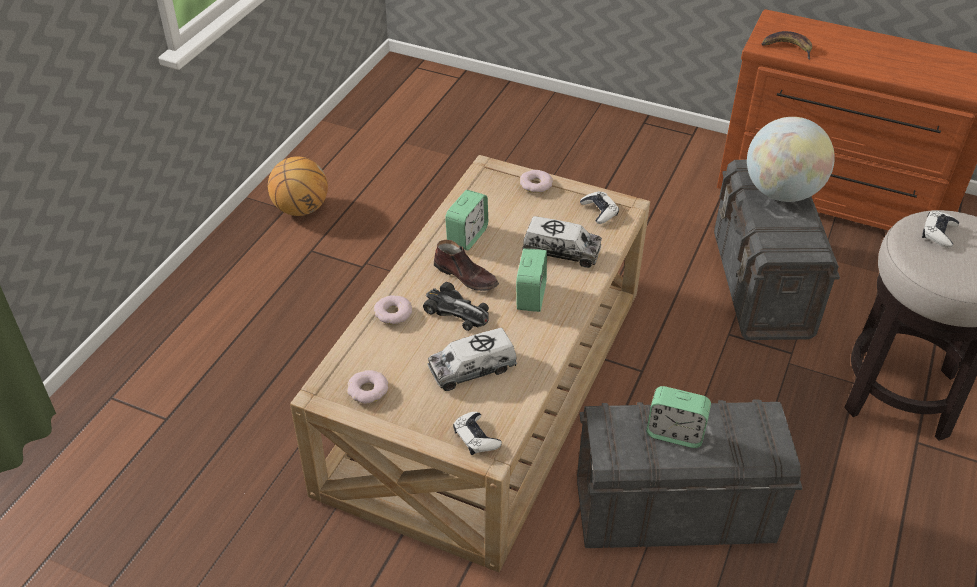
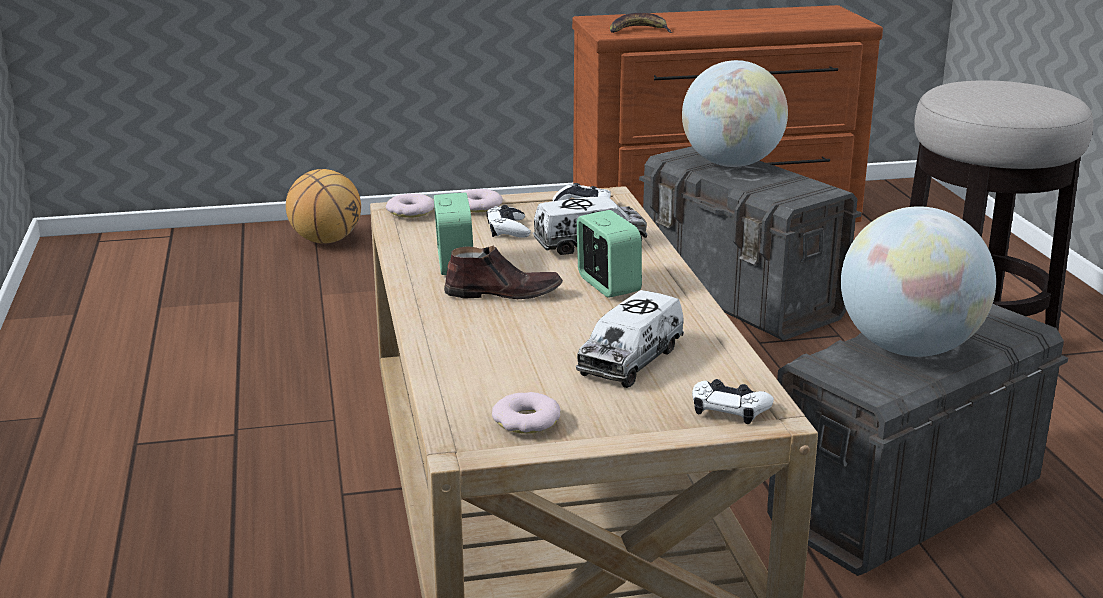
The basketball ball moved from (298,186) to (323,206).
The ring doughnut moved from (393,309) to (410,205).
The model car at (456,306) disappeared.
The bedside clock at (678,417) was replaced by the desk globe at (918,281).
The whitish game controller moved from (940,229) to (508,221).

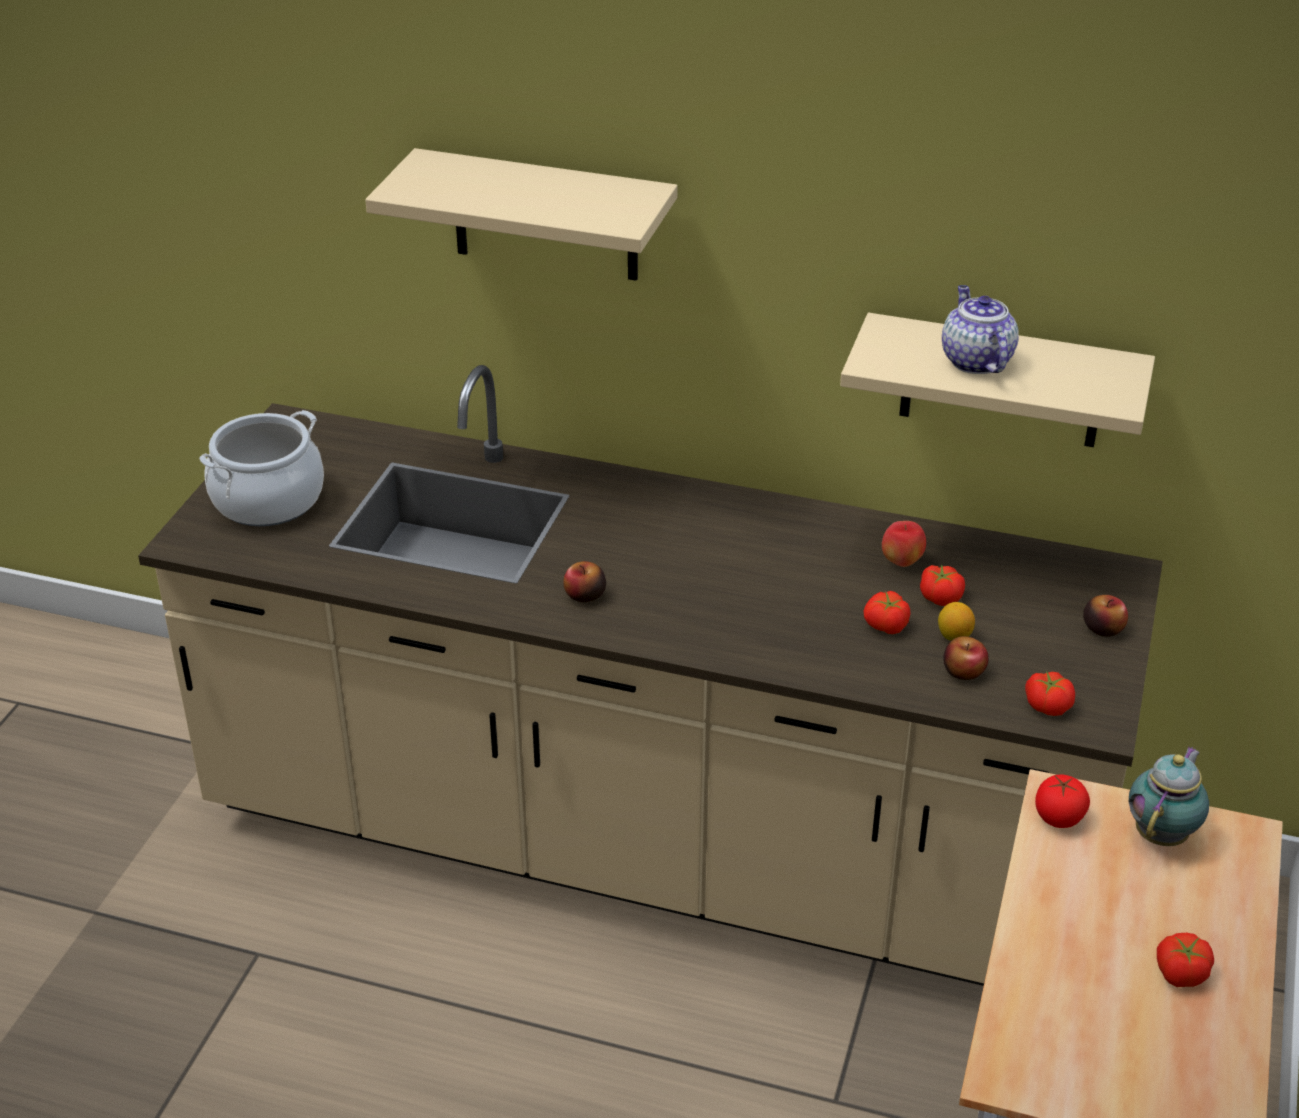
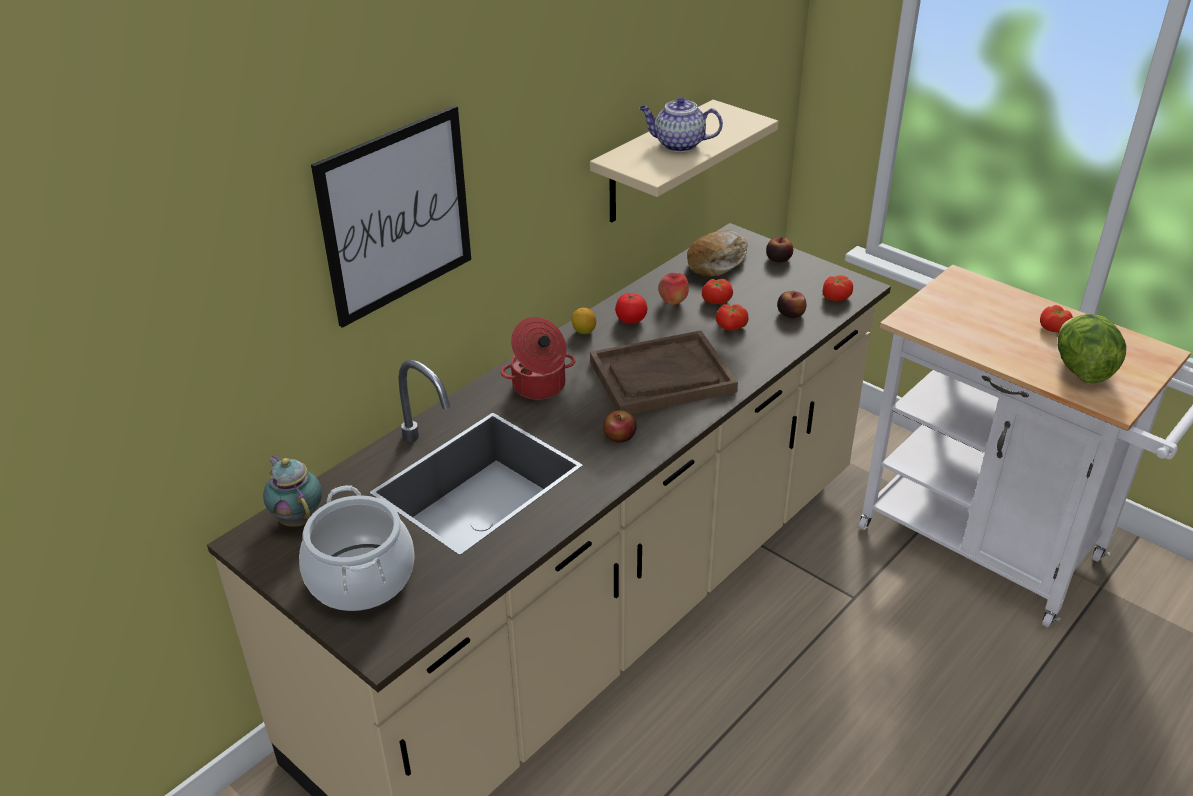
The sand-coloured shelf at (521,214) was replaced by the wall art at (391,216).
The citrus fruit moved from (956,621) to (584,321).
The whole tomato moved from (1062,801) to (631,308).
The pot for tea moved from (1169,796) to (292,491).
The stockpot at (538,358) appeared.
The brown-coloured serving tray at (664,372) appeared.
The bread at (717,253) appeared.
The lettuce at (1092,349) appeared.

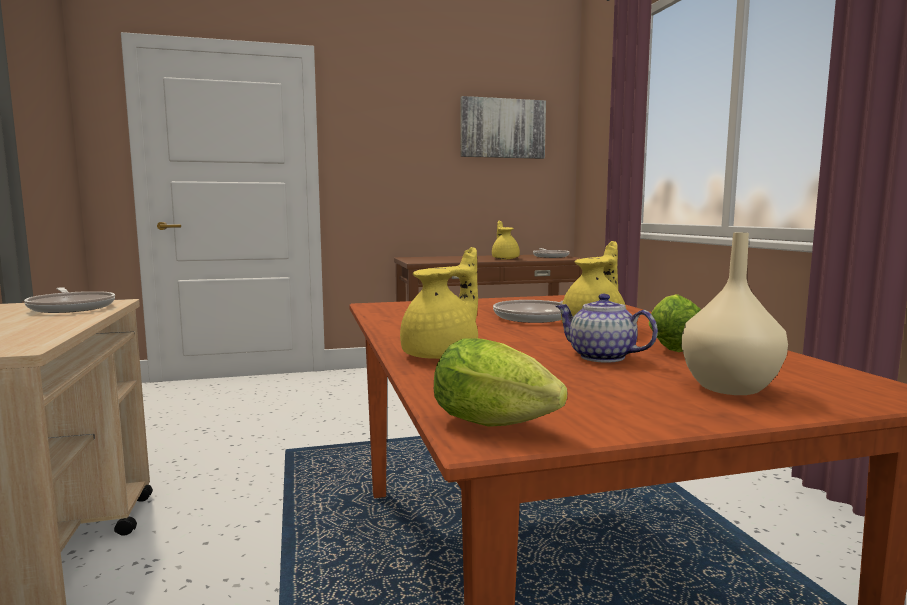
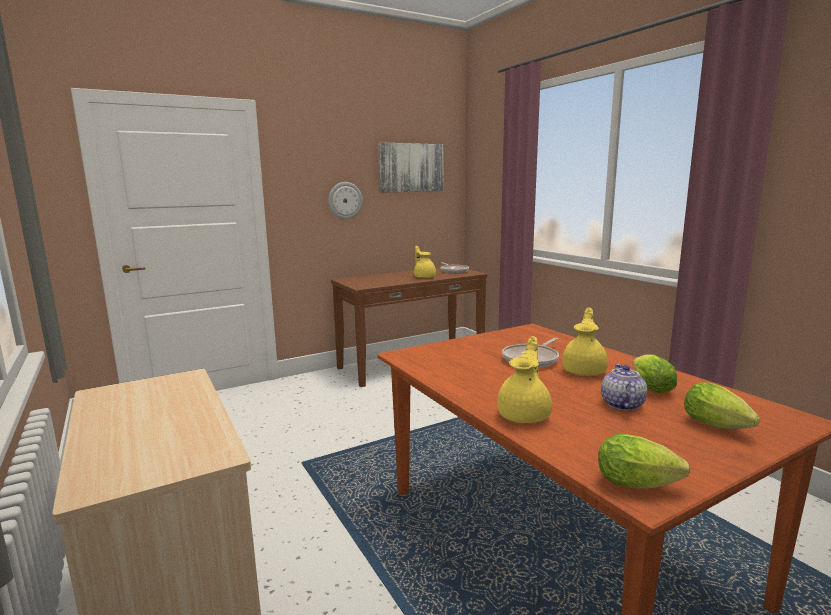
The pan at (69,300) disappeared.
The pot for tea at (607,328) turned 75 degrees clockwise.
The sand-coloured flower vase at (735,314) was replaced by the lettuce at (722,405).
The hanging clock at (345,201) appeared.

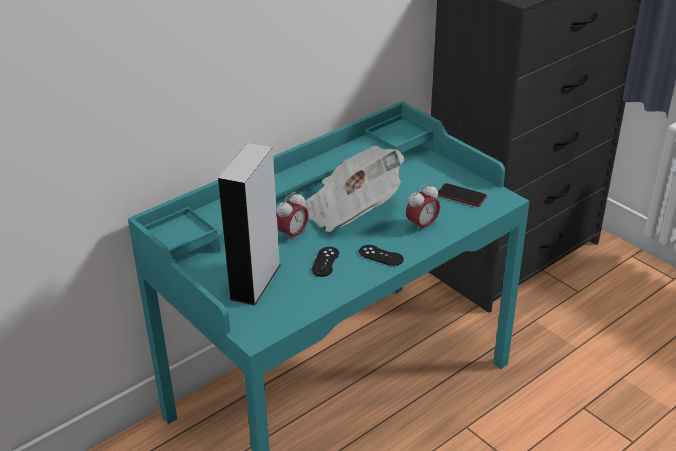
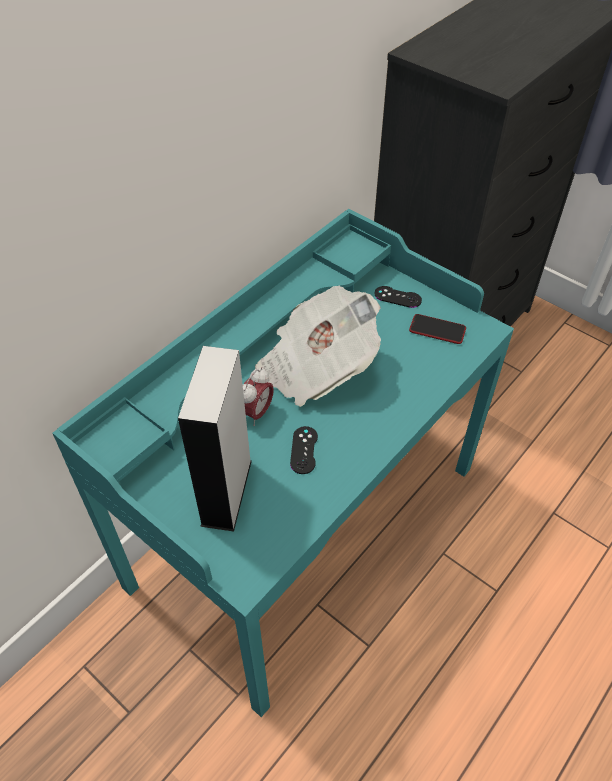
The black-coloured game controller moved from (381,255) to (398,297).
The bedside clock at (423,208) disappeared.

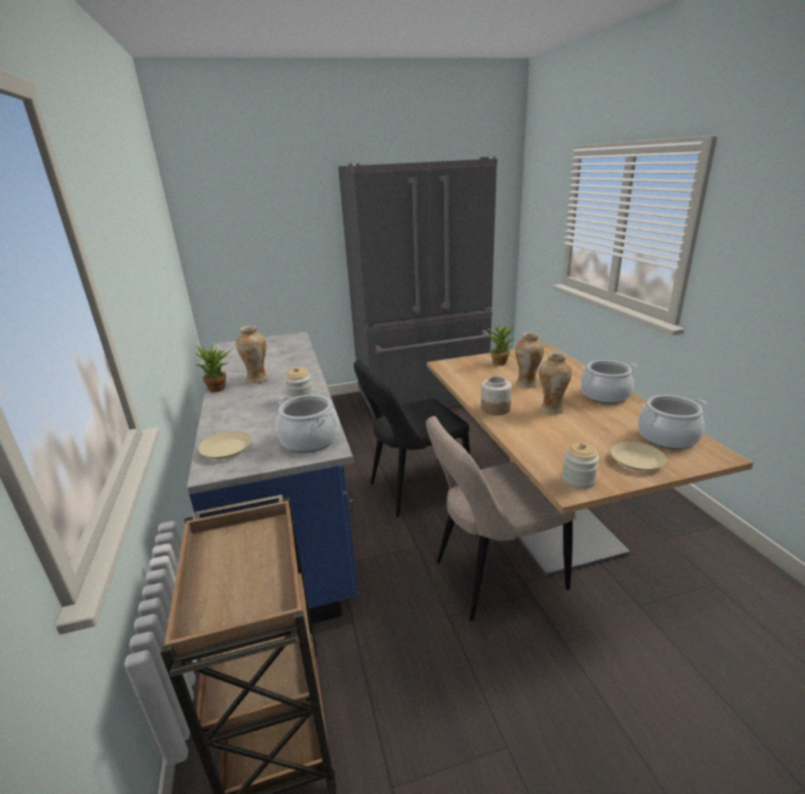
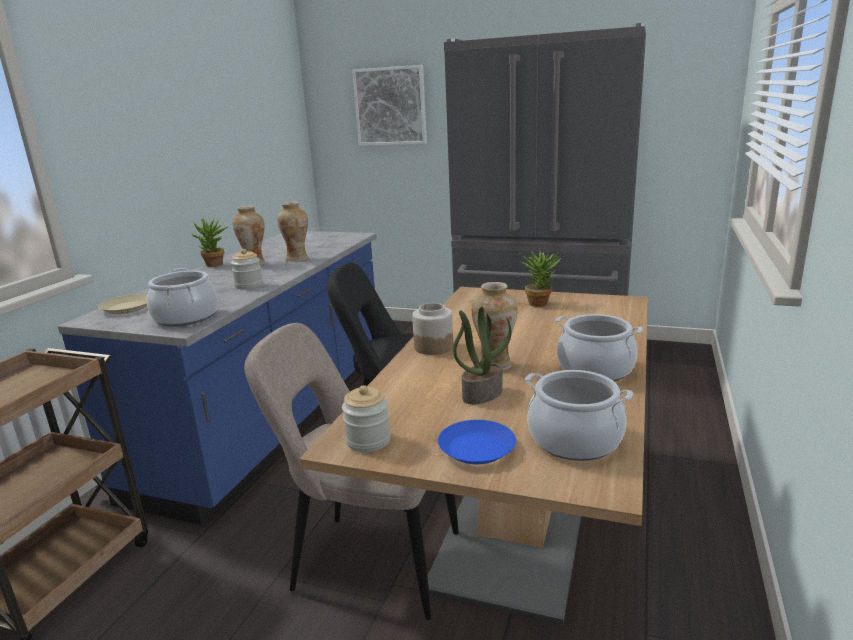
The flower vase moved from (529,360) to (292,232).
The sand-coloured flat dish at (638,456) became the blue flat dish at (477,442).
The wall art at (389,105) appeared.
The houseplant at (482,355) appeared.

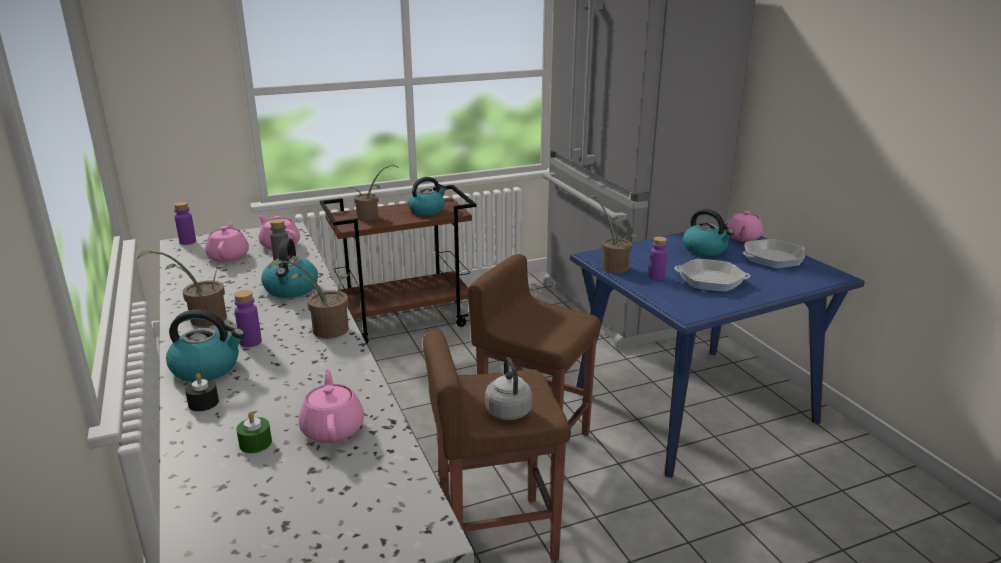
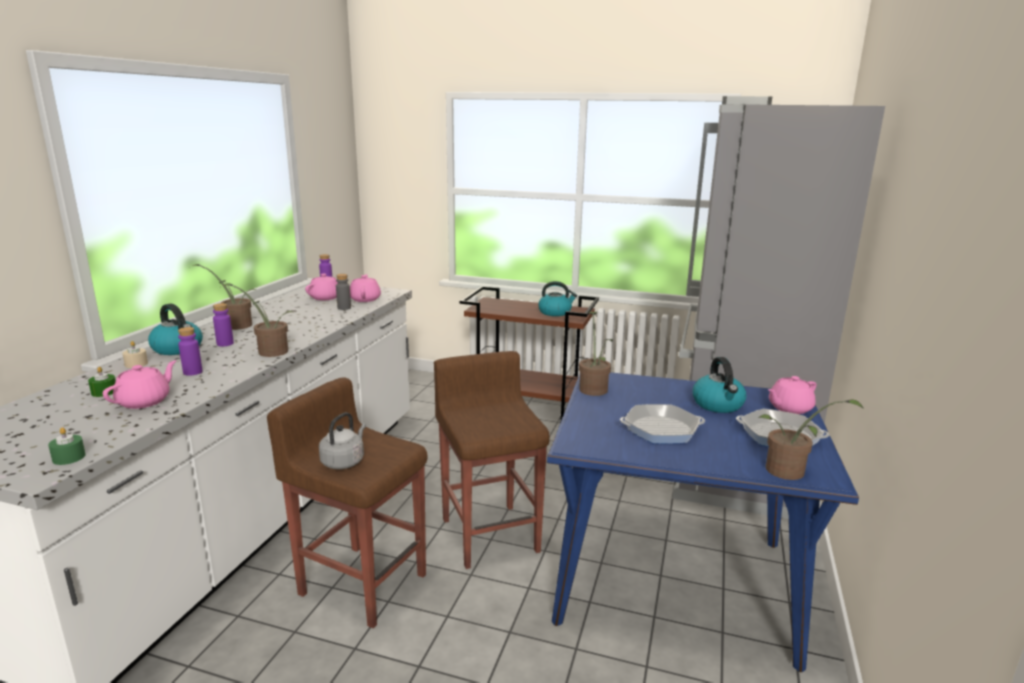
The black-coloured wax light at (202,392) became the sand-coloured wax light at (135,354).
The tea kettle at (289,268) disappeared.
The houseplant moved from (372,193) to (811,439).
The purple-coloured drink bottle moved from (658,258) to (190,351).
The pan at (712,275) turned 120 degrees clockwise.
The green wax light at (67,446) appeared.

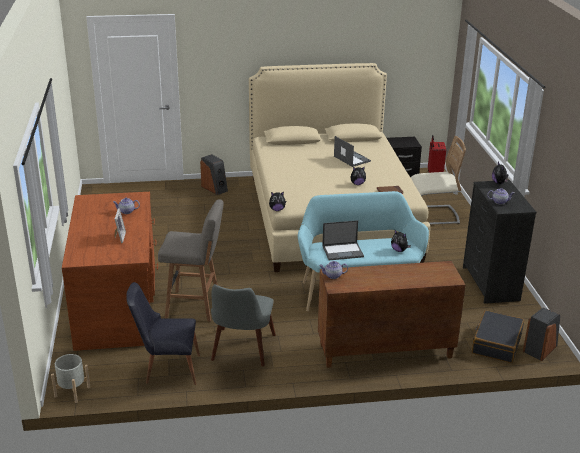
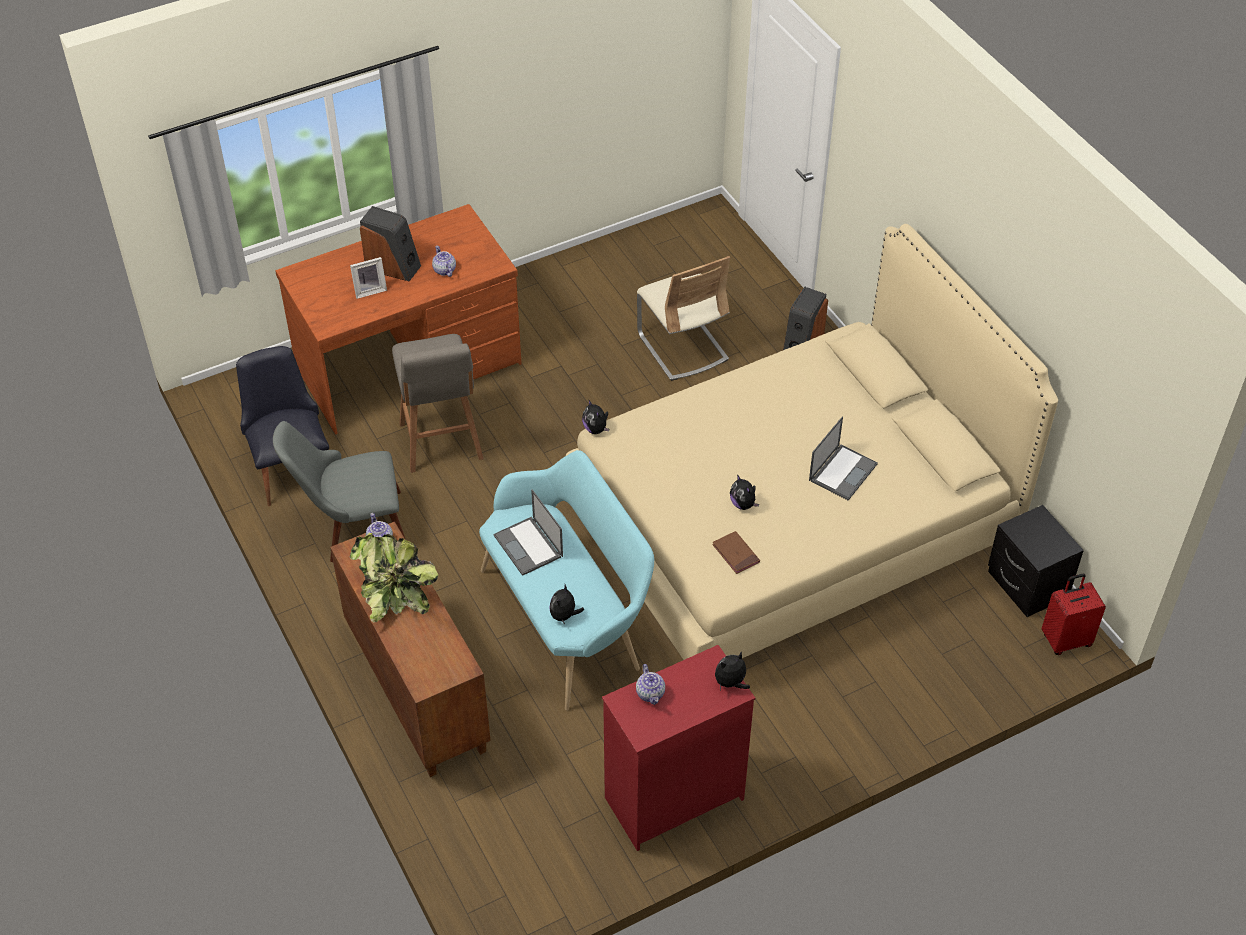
The grey planter at (70,378) disappeared.
The sand-coloured upright chair moved from (438,180) to (683,318).
The black-coloured dresser at (499,242) became the red dresser at (678,748).
The black-coloured suitcase at (498,336) disappeared.
The audio speaker moved from (541,334) to (390,243).
The houseplant at (394,577) appeared.

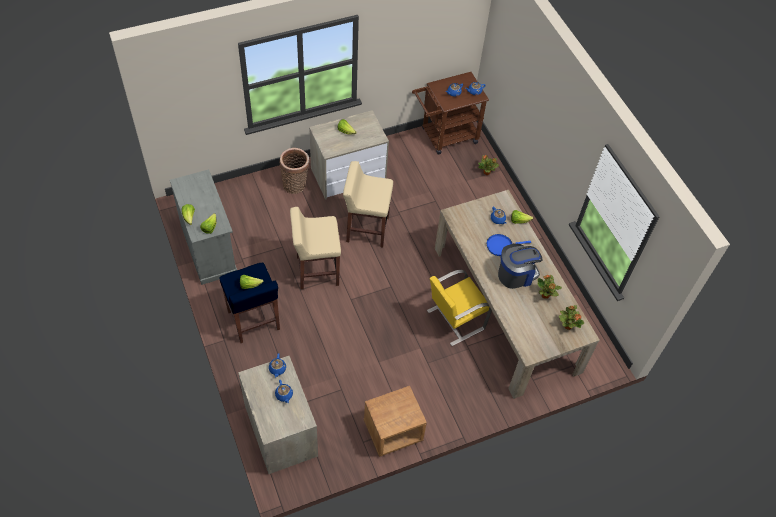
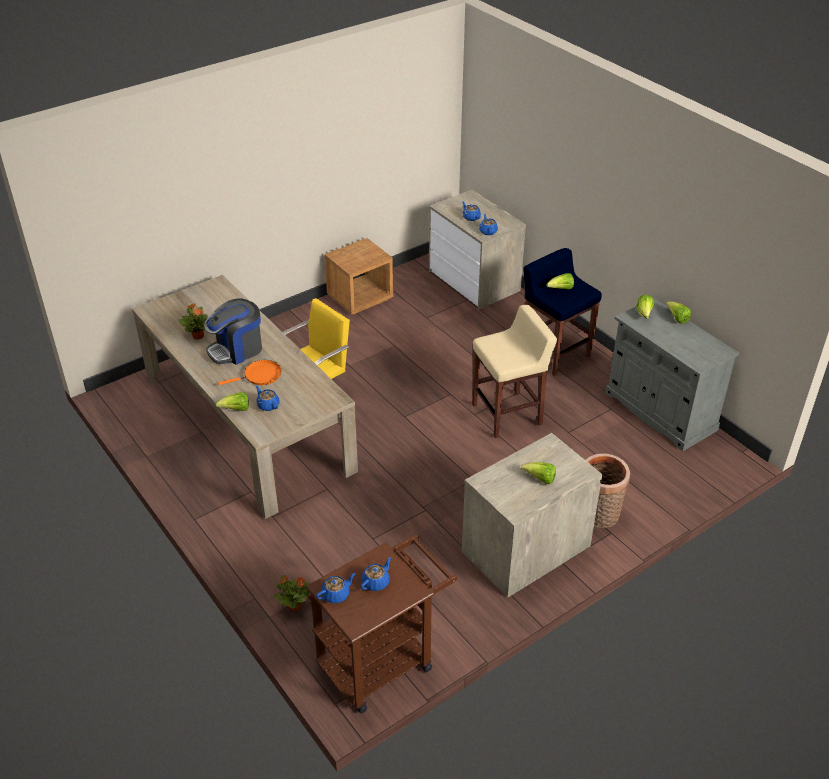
The sand-coloured sitting stool at (368,204) disappeared.
The blue pan at (509,245) became the orange-coloured pan at (249,372).
The houseplant at (571,317) disappeared.

